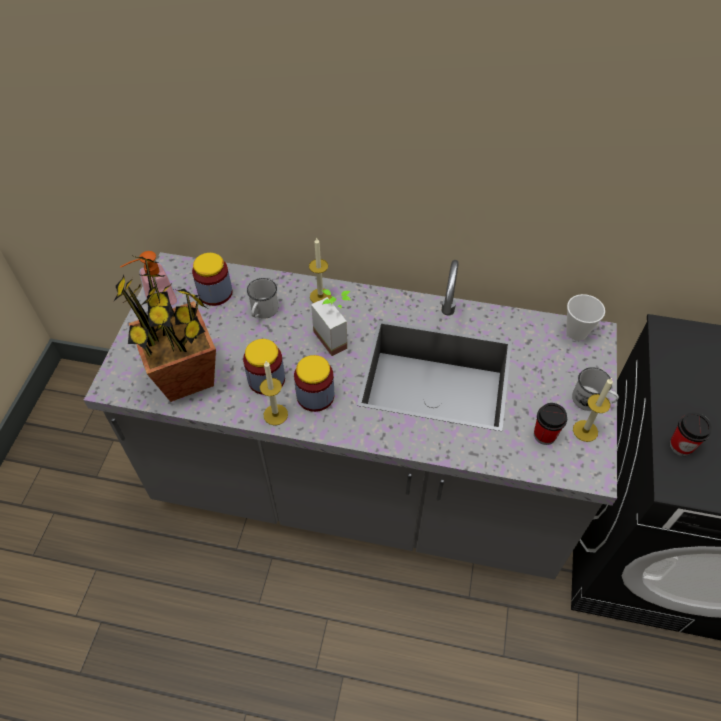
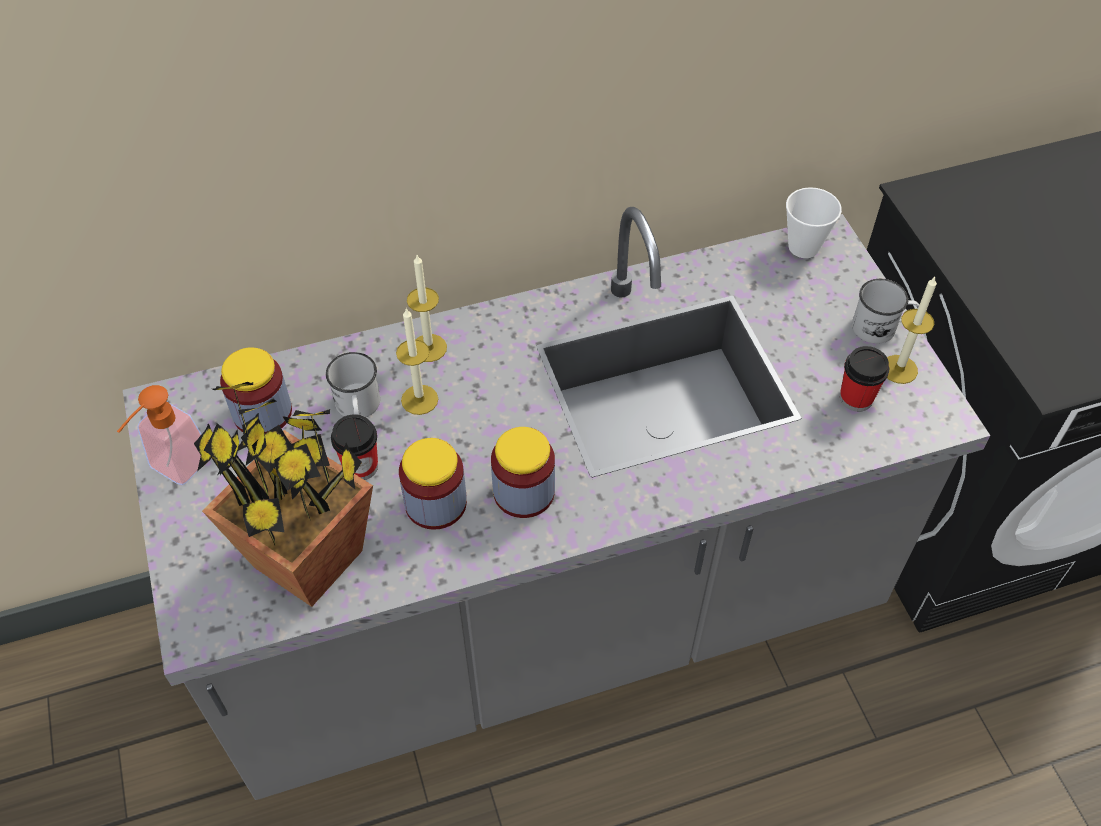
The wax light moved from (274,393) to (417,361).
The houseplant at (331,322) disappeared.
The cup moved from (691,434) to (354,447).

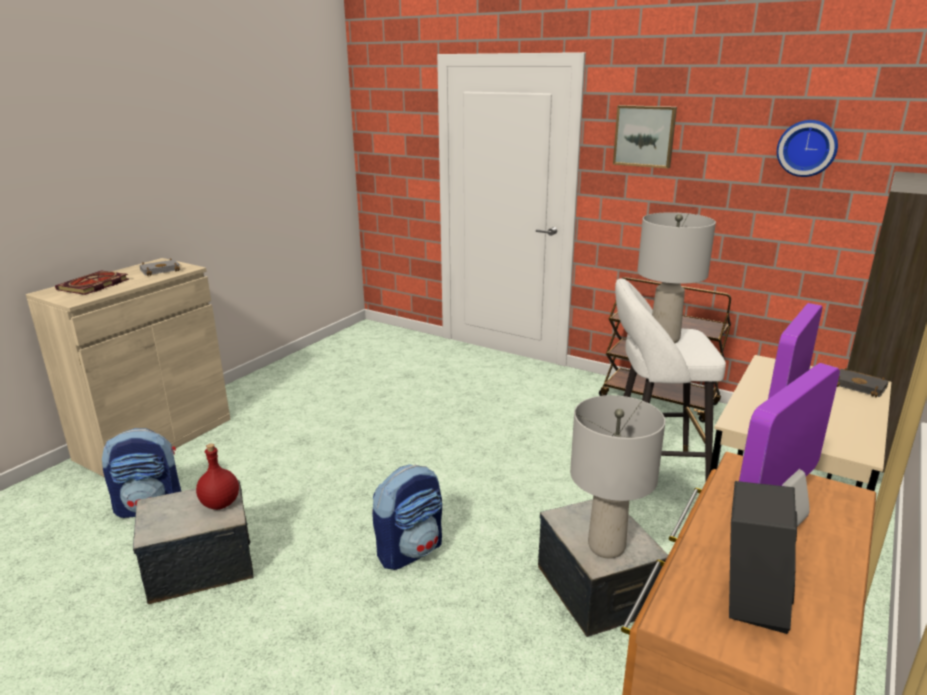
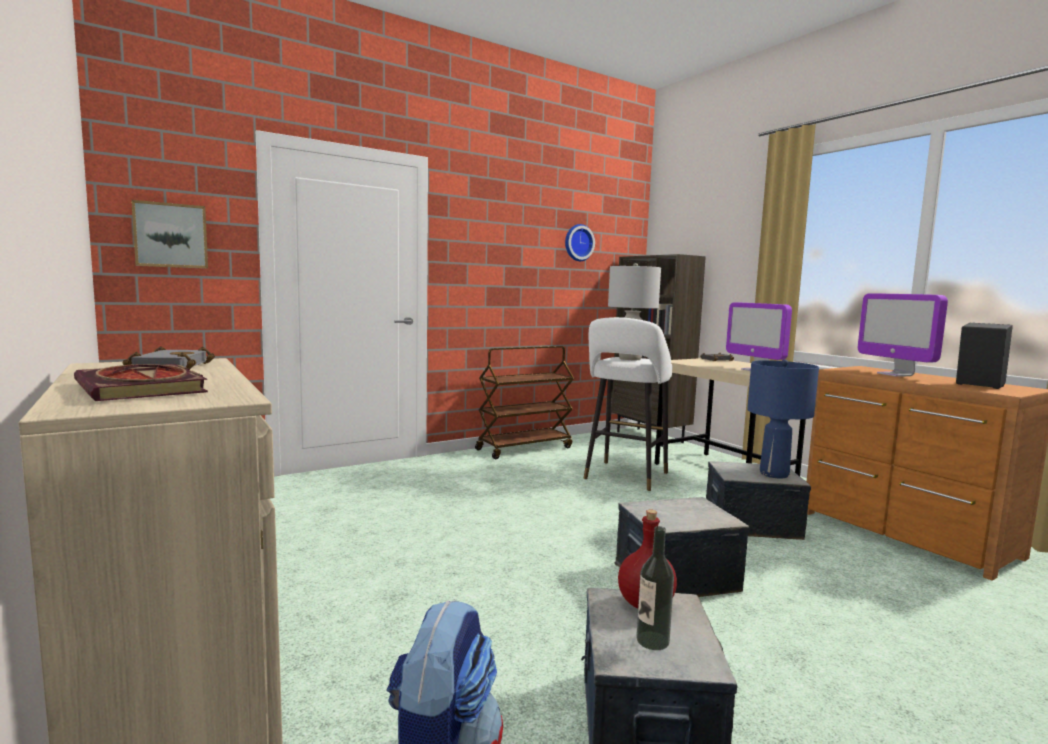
The backpack at (407,517) was replaced by the storage container at (682,547).
The grey tabletop lamp at (617,477) became the blue tabletop lamp at (783,419).
The wall art moved from (645,136) to (169,234).
The drink bottle at (655,588) appeared.

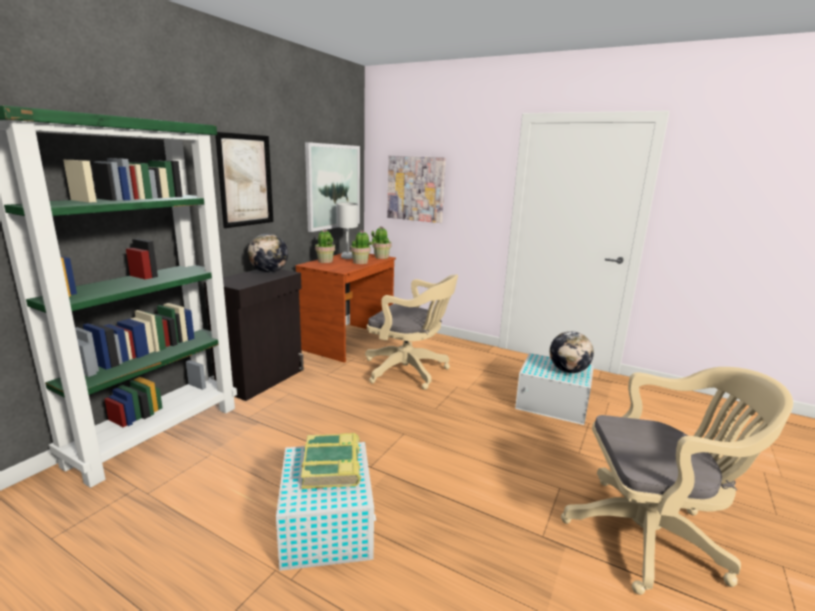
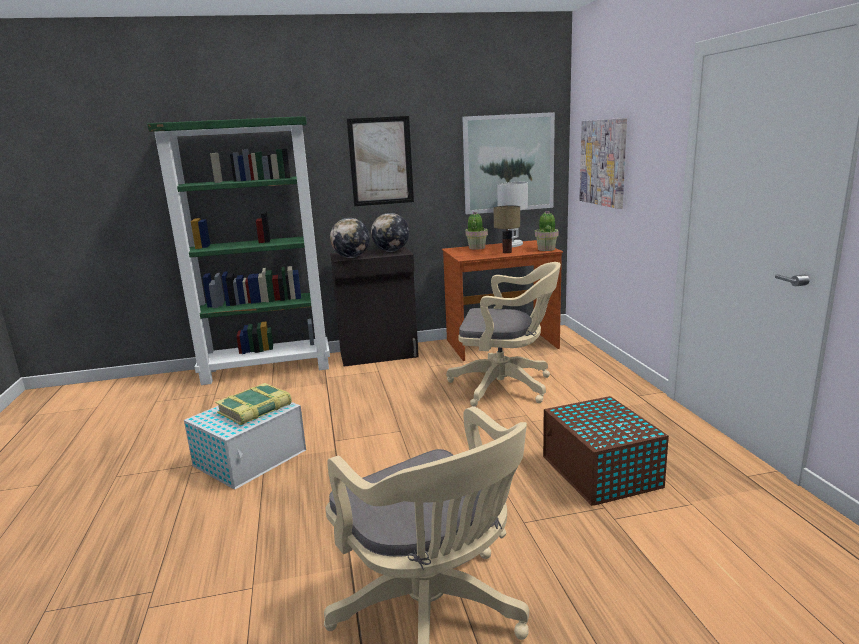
The houseplant at (363,247) was replaced by the tabletop lamp at (507,229).
The sand-coloured computer chair at (411,332) turned 60 degrees counterclockwise.
The whitish storage container at (554,389) became the brown-coloured storage container at (606,451).
The desk globe moved from (572,352) to (350,238).

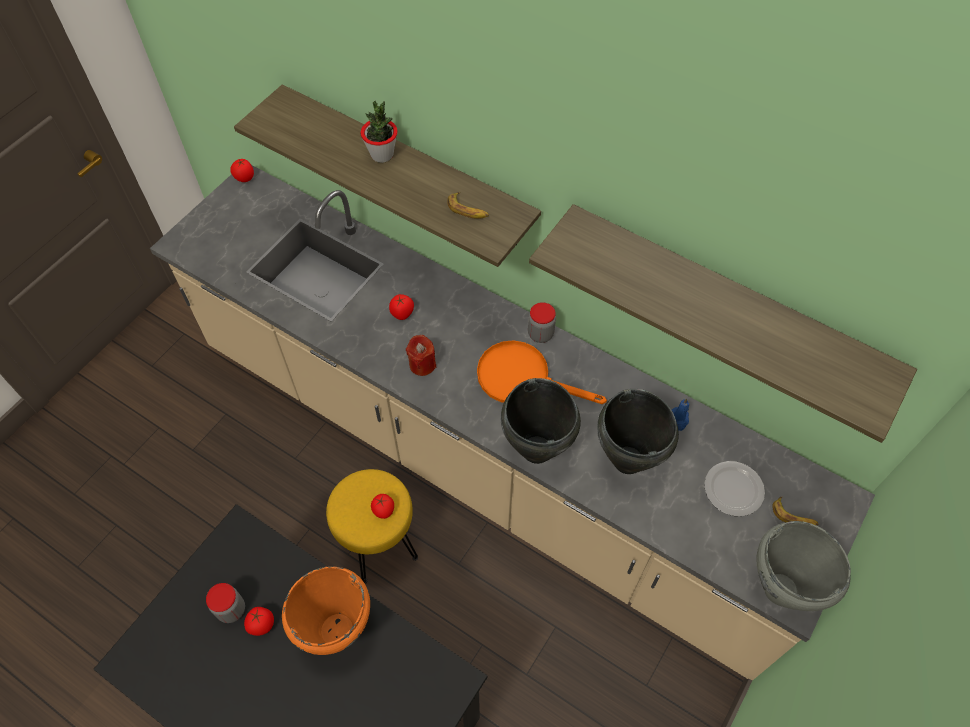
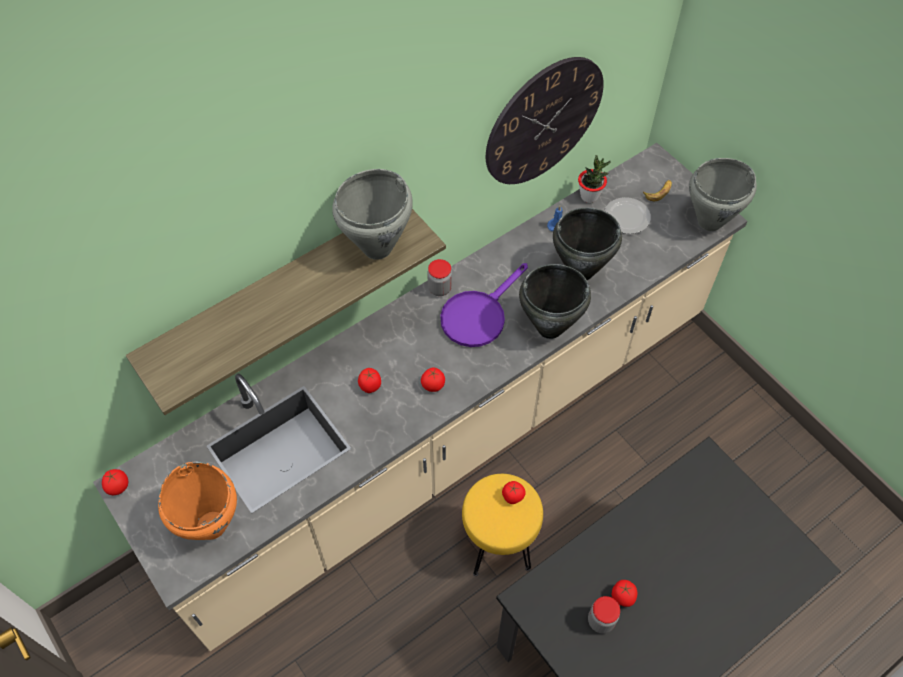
The orange-coloured stockpot moved from (326,610) to (197,500).
The houseplant moved from (379,132) to (594,179).
The red wax light at (421,355) was replaced by the whole tomato at (433,379).
The whole banana at (468,205) was replaced by the grey stockpot at (372,214).
The orange-coloured pan at (542,372) became the purple-coloured pan at (484,305).
The shelf at (723,323) was replaced by the hanging clock at (545,120).

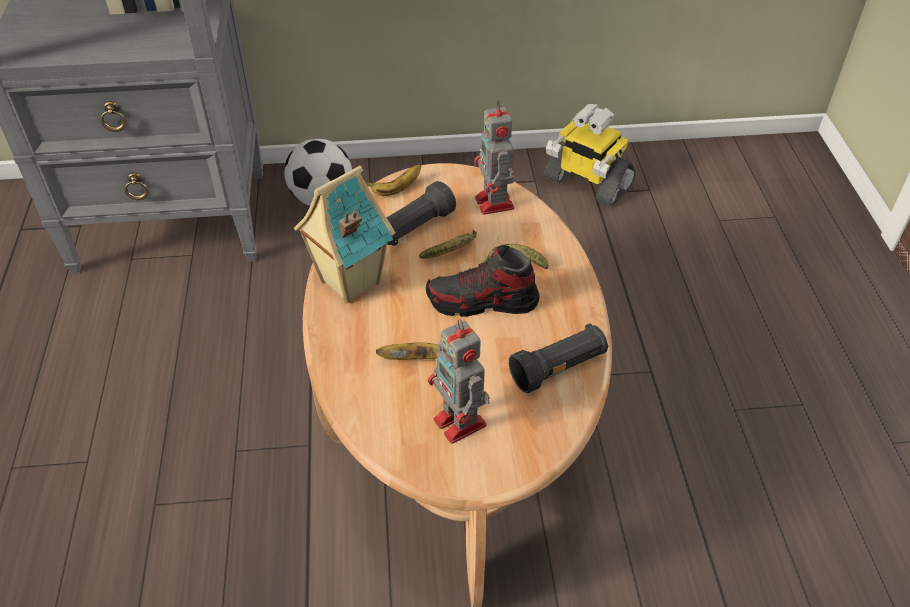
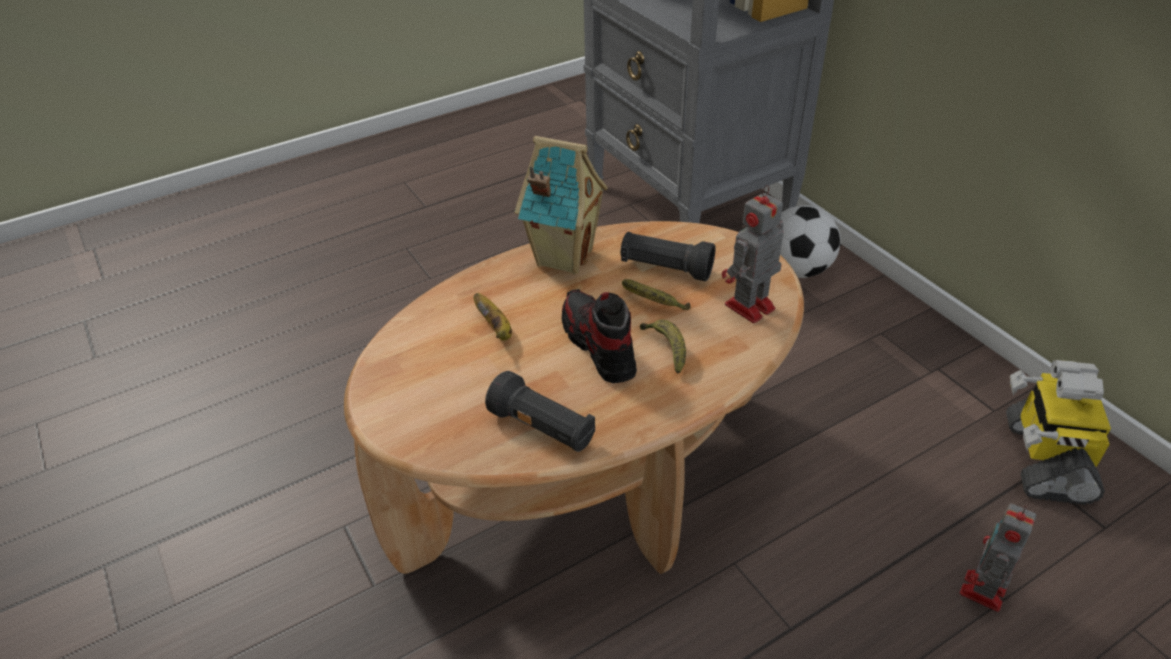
The whole banana at (392,180) disappeared.
The robot figure moved from (459,382) to (998,558).

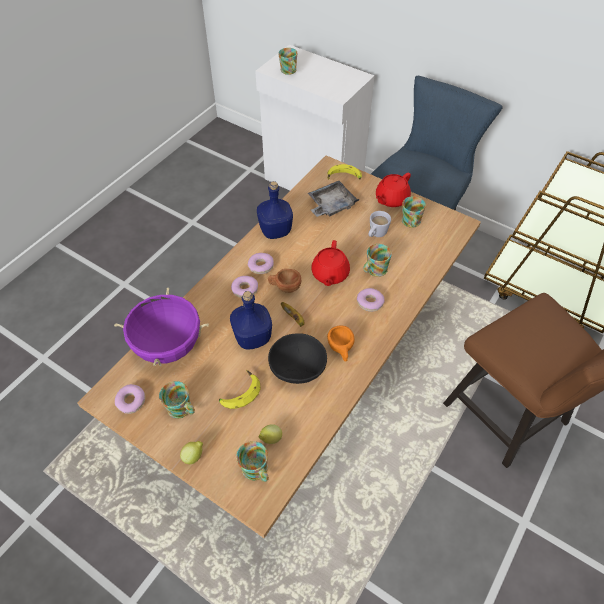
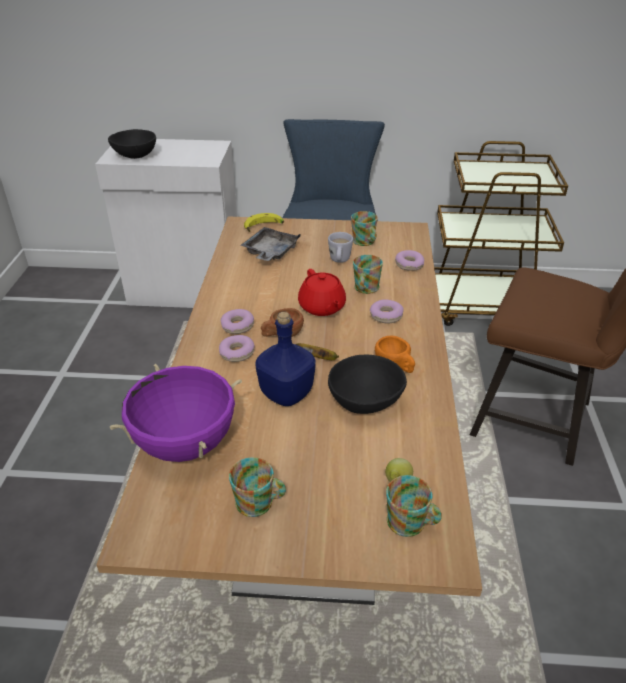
The ring doughnut moved from (130,399) to (409,260).
The citrus fruit at (191,452) disappeared.
The whole banana at (240,389) disappeared.
The blue drink bottle at (275,210) disappeared.
The tea mug at (287,61) was replaced by the black-coloured serving bowl at (132,144).
The red pot for tea at (393,190) disappeared.

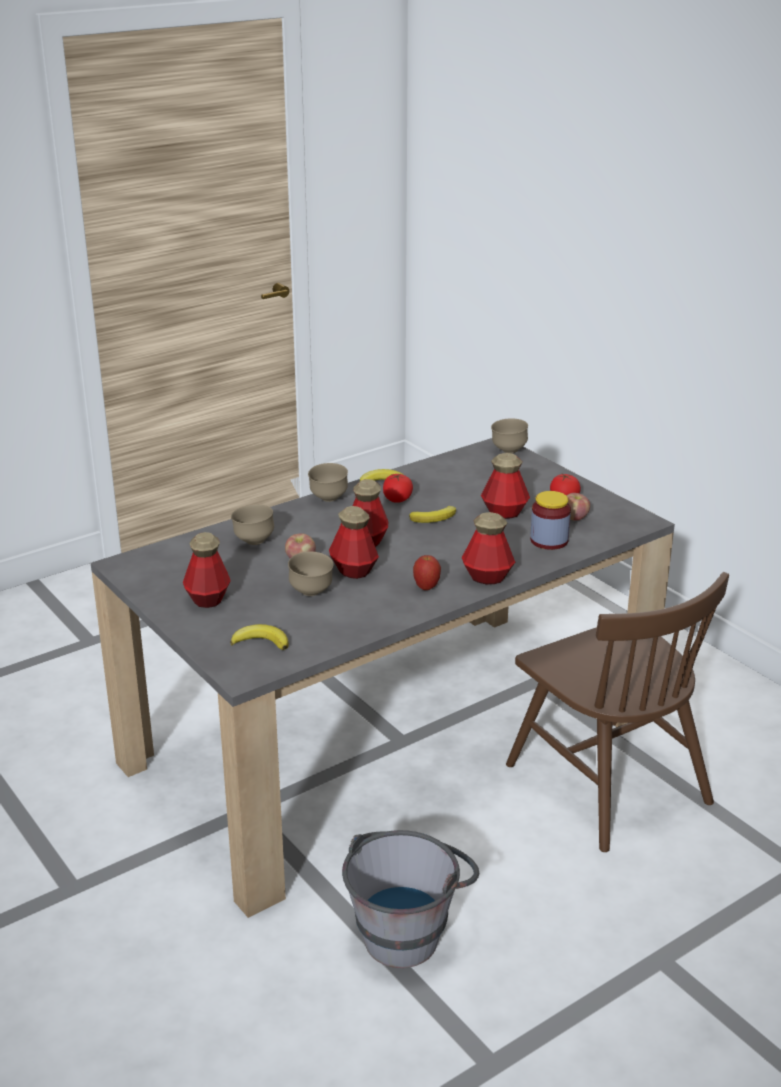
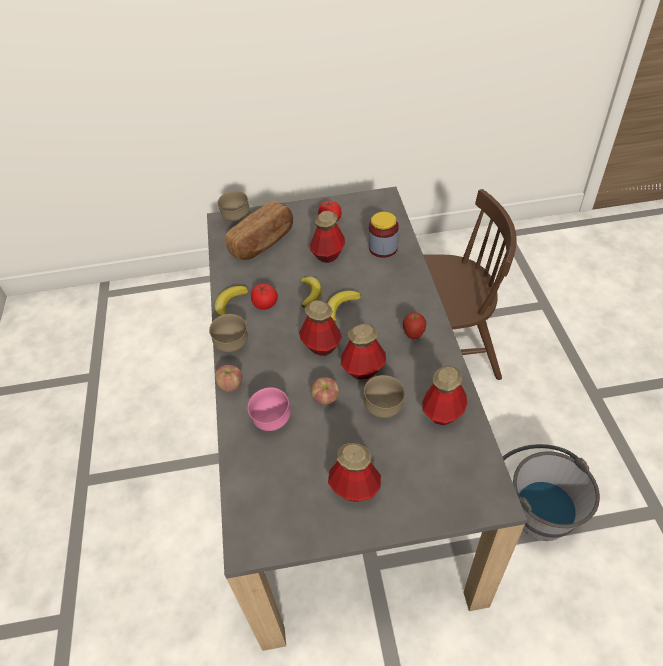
The whole banana moved from (259,637) to (344,306).
The brown-coloured serving bowl at (252,525) became the pink-coloured serving bowl at (269,409).
The drink bottle moved from (488,548) to (444,395).
The apple fruit moved from (578,507) to (228,378).
The bread at (259,230) appeared.

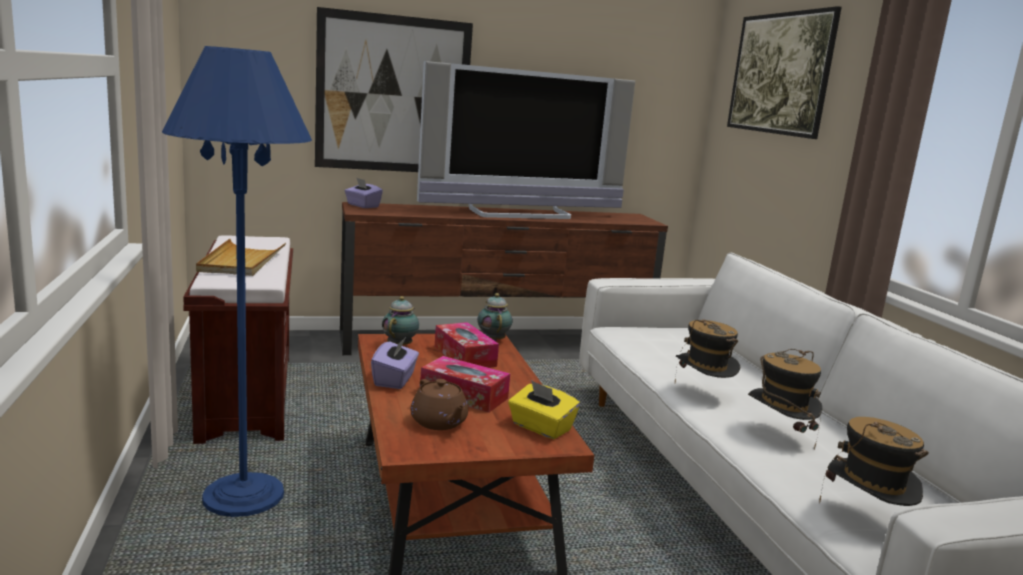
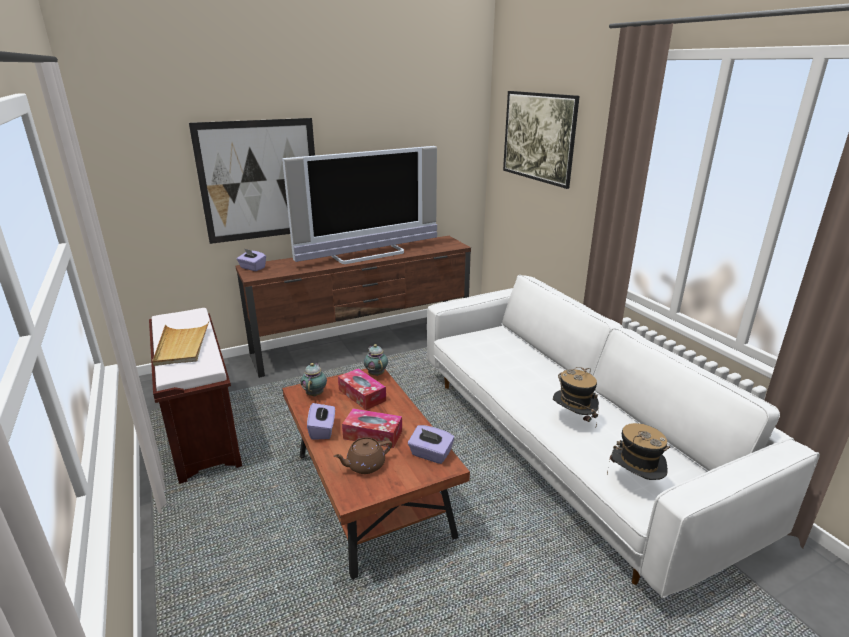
The blue standing lamp at (237,281) disappeared.
The brown-coloured pot for tea at (439,404) turned 105 degrees clockwise.
The yellow-coloured tissue box at (544,409) became the purple-coloured tissue box at (431,444).
The hat at (707,351) disappeared.

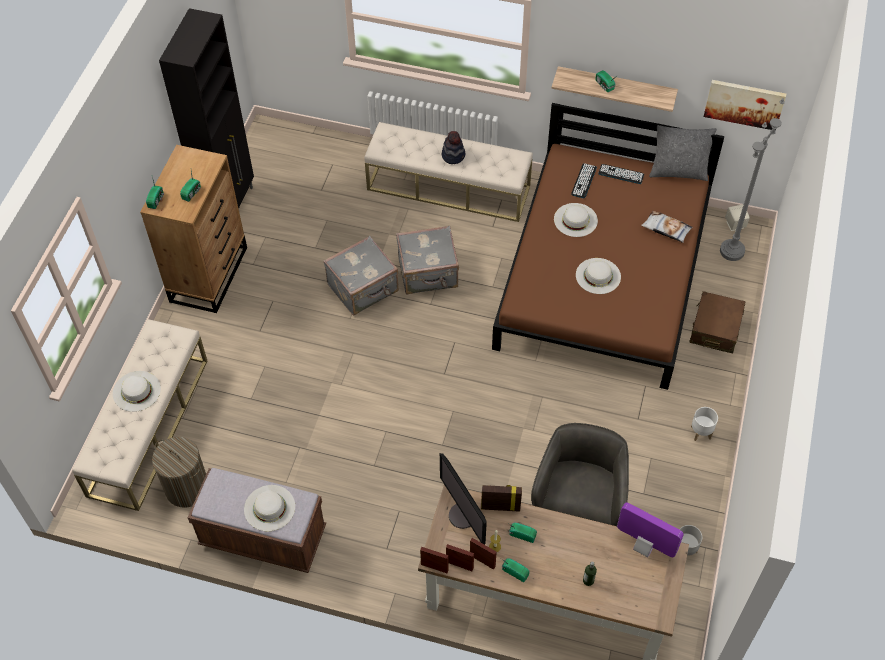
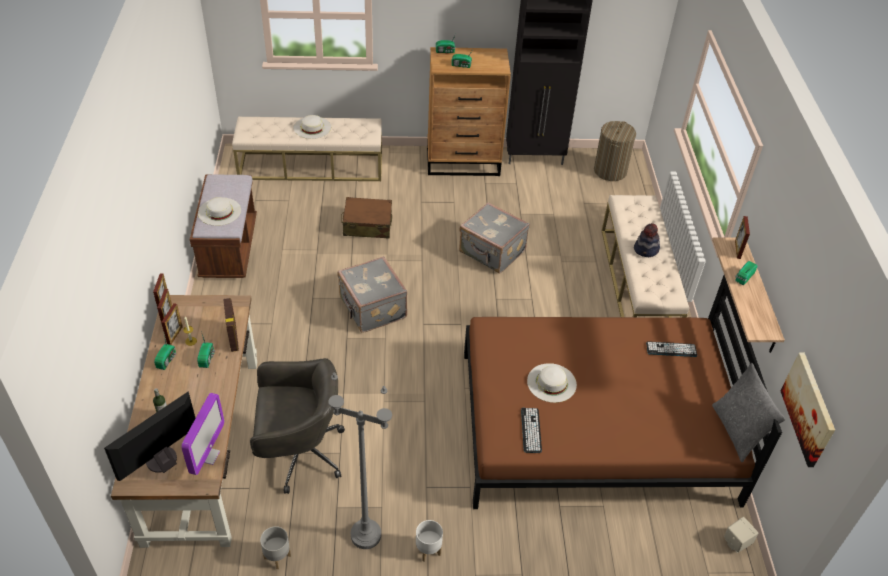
The washing basket moved from (179,472) to (615,151).
The grey suitcase moved from (427,260) to (372,294).
The monitor moved from (463,499) to (149,436).
The whitish hat at (576,220) disappeared.
The keyboard moved from (621,174) to (531,430).
The throw pillow at (666,227) disappeared.
The brown-coloured suitcase moved from (717,322) to (366,218).
The grey standing lamp moved from (752,179) to (360,460).
The photo frame at (742,237) appeared.

